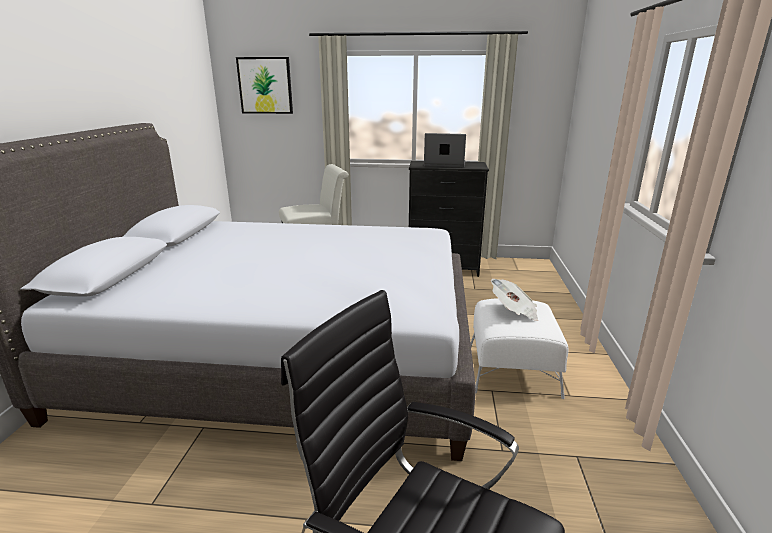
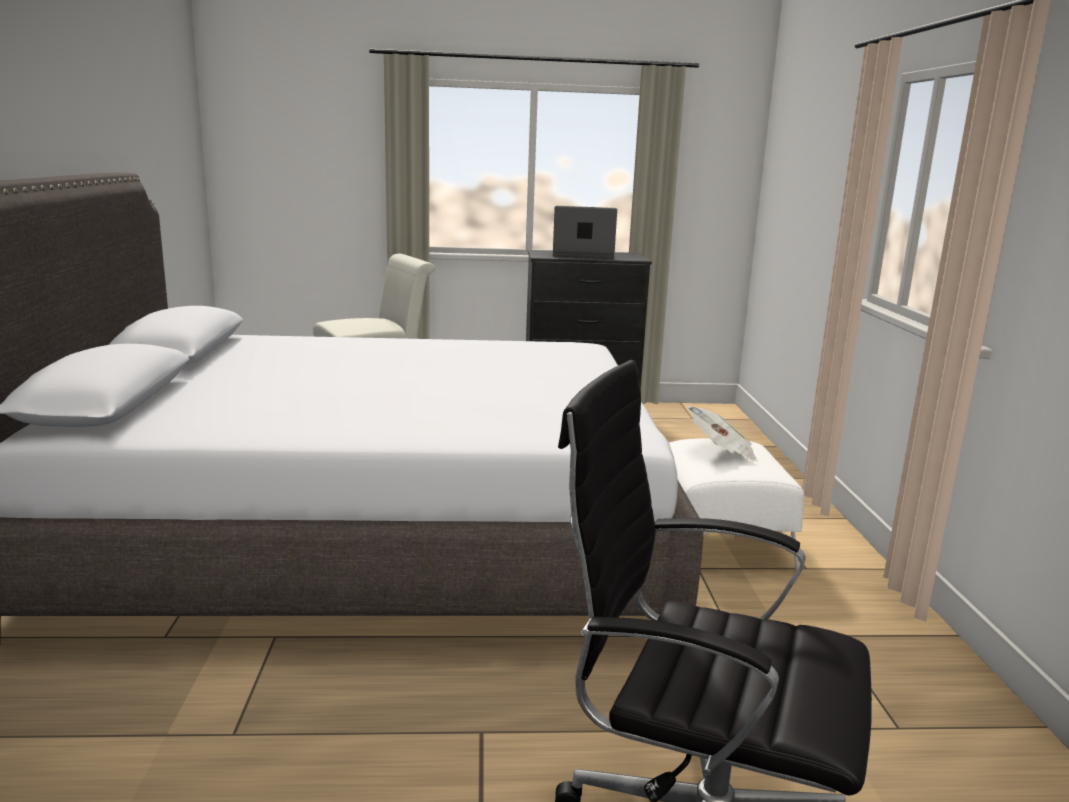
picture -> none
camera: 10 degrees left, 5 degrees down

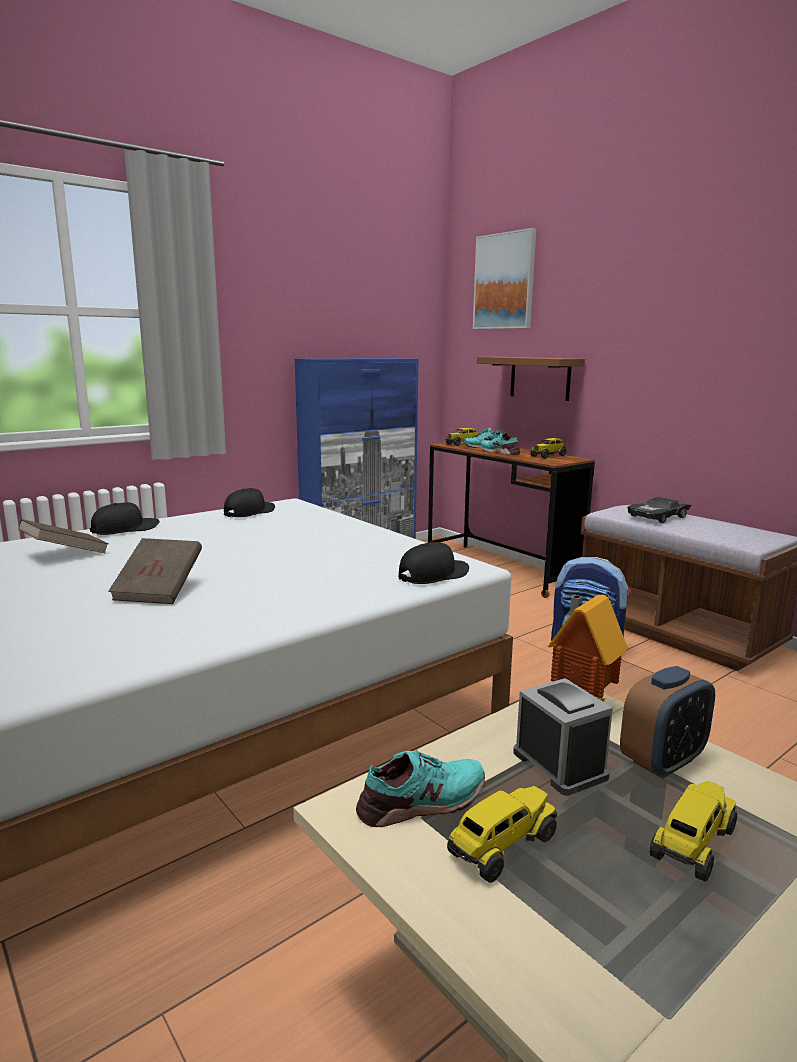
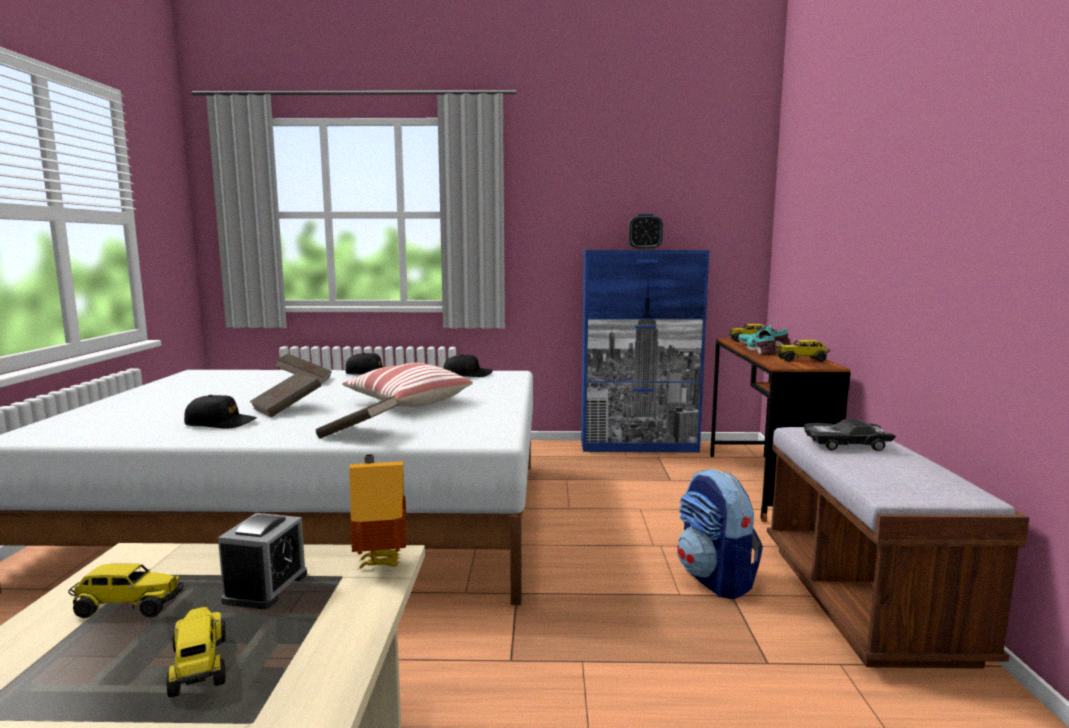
picture -> none
brown-coloured bracket shelf -> none
blackish cap (3rd from left in the first image) -> blackish cap (1st from left), moved
bedside clock (2nd from left), moved
turquoise low shoe (1st from left) -> none
toy truck (4th from left in the first image) -> toy truck (2nd from left), 105 degrees counterclockwise
none -> pillow
none -> brown-coloured bound book (3rd from left)
camera: 40 degrees right, 5 degrees down

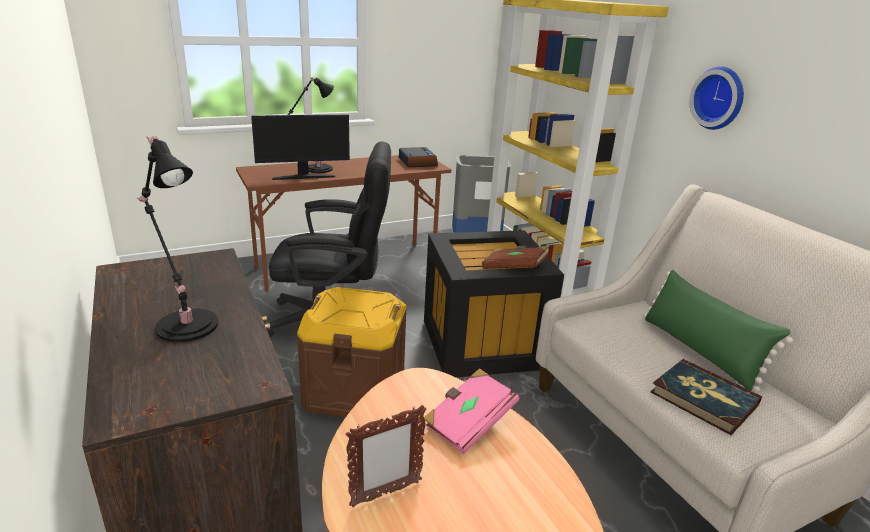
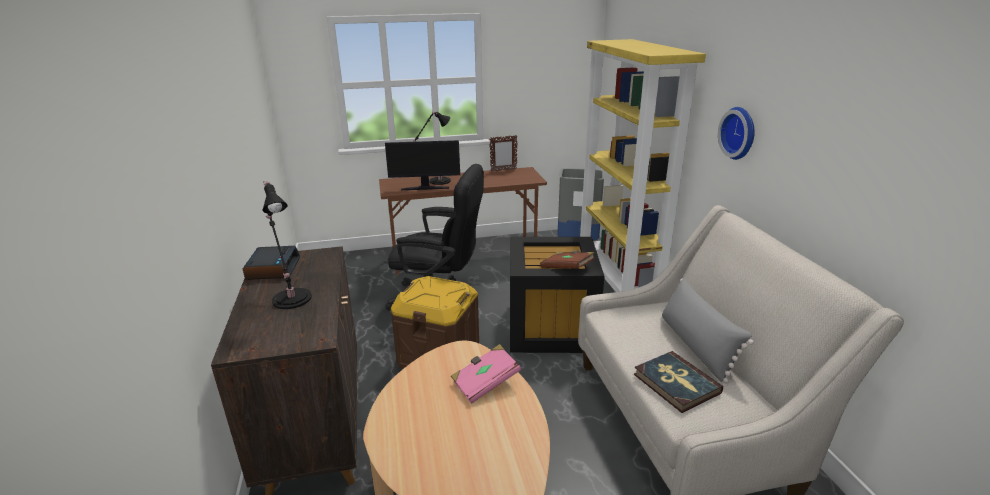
bedside clock, moved
greenish pillow -> grey pillow
standing frame, moved
camera: 15 degrees right, 0 degrees up

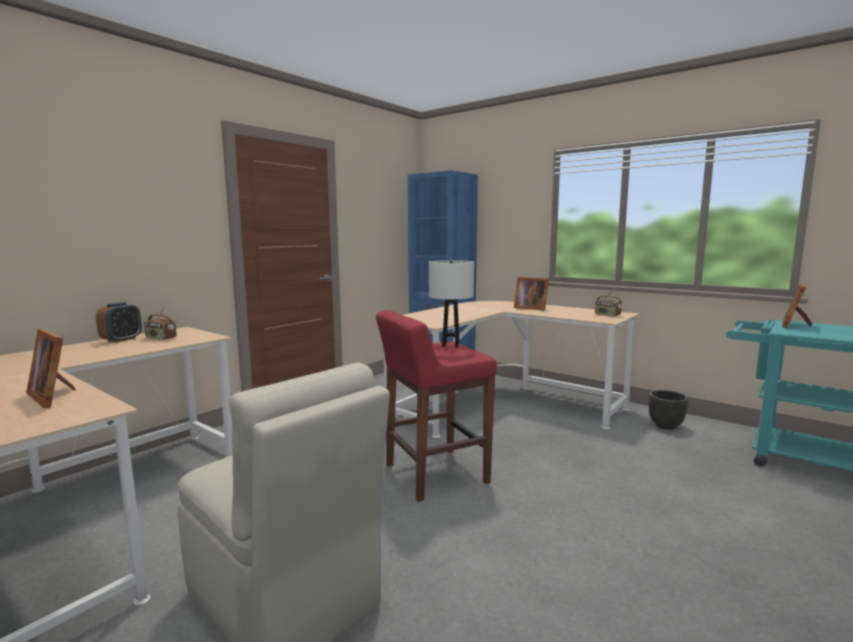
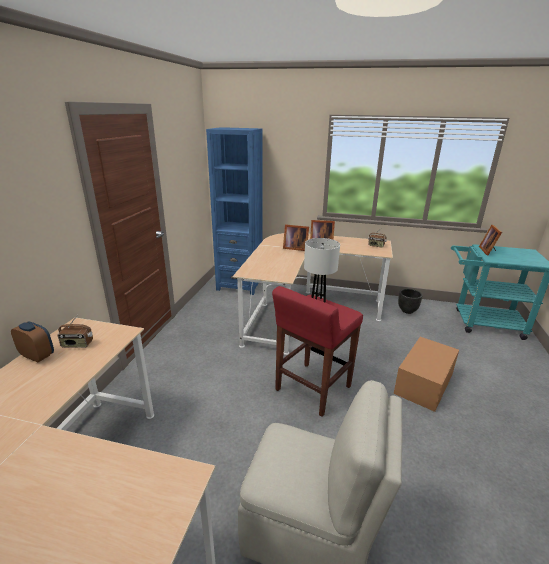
bedside clock, 60 degrees counterclockwise
standing frame (1st from left), moved
none -> carton
camera: 25 degrees left, 15 degrees up

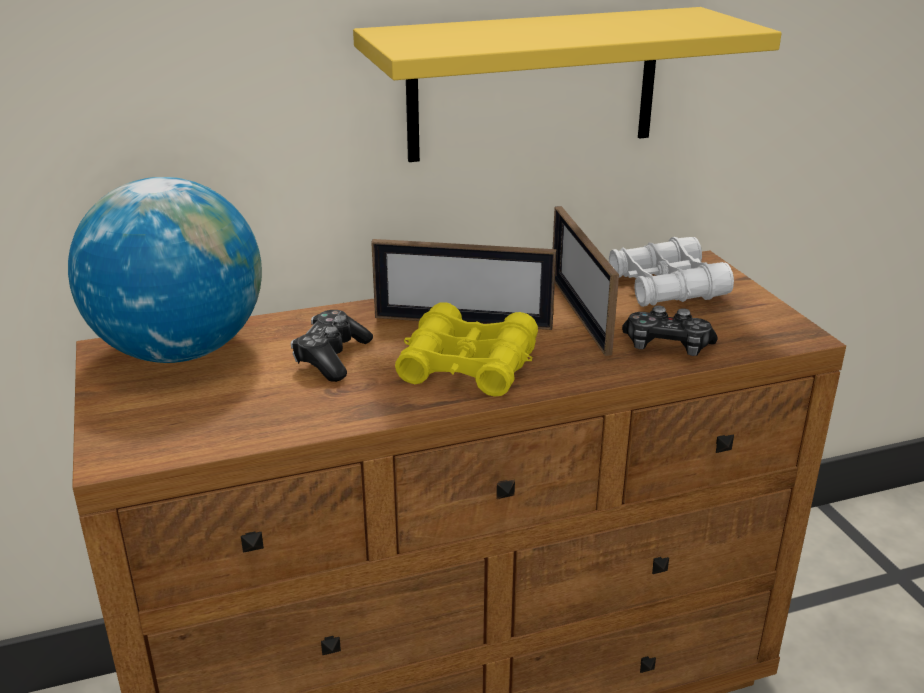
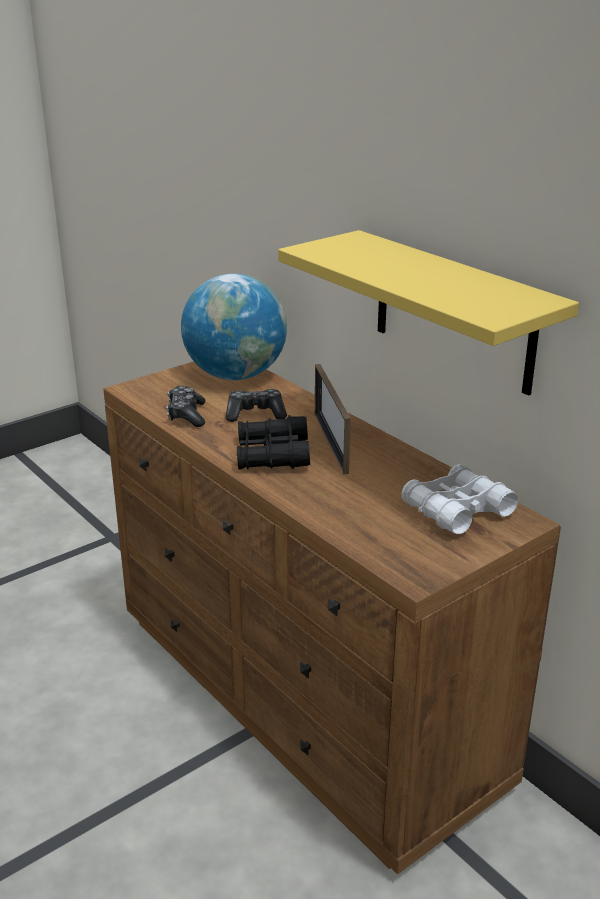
standing frame (2nd from left) -> none
yellow-coloured pair of binoculars -> blackish pair of binoculars
game controller (2nd from left in the first image) -> game controller (1st from left), moved
camera: 70 degrees right, 0 degrees up

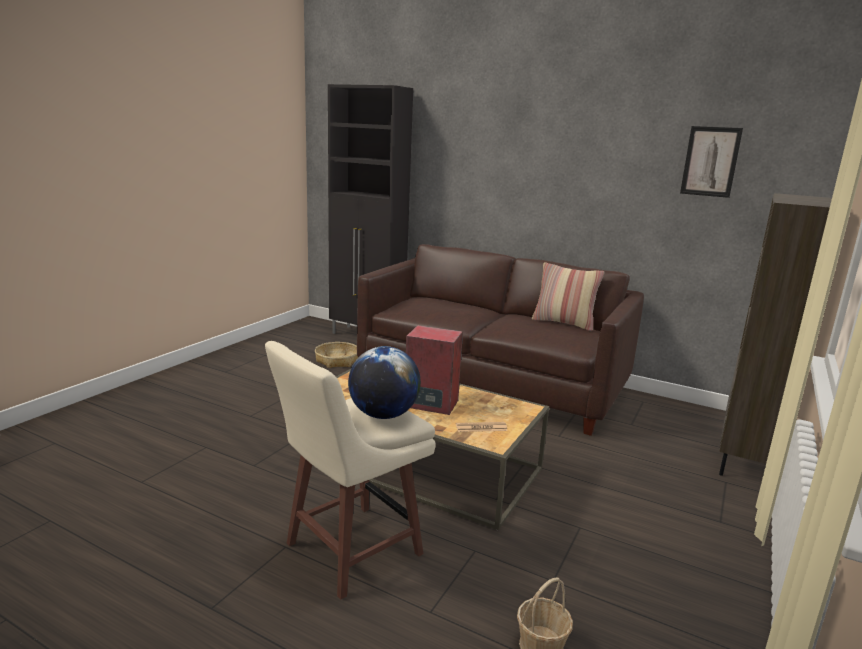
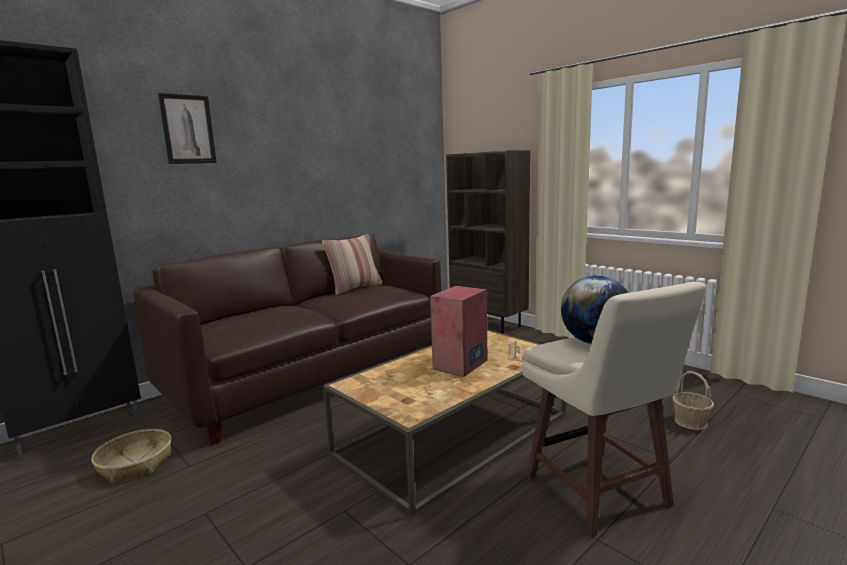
picture, moved
camera: 70 degrees left, 5 degrees down

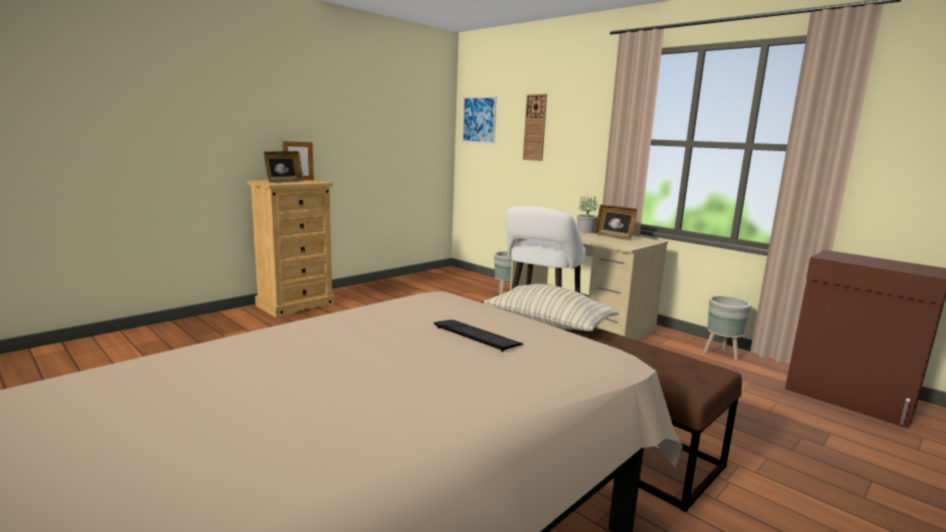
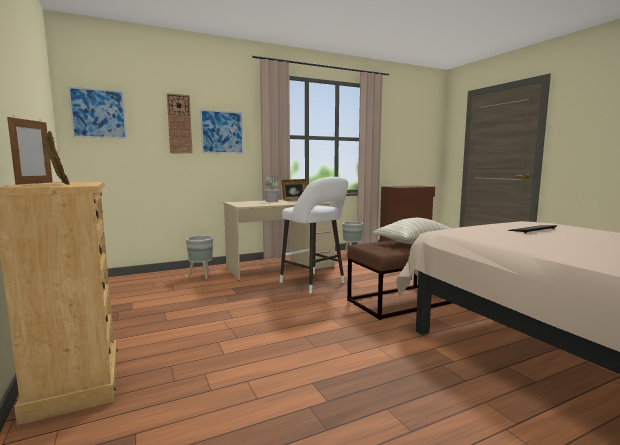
none -> picture (2nd from left)
camera: 70 degrees left, 5 degrees down

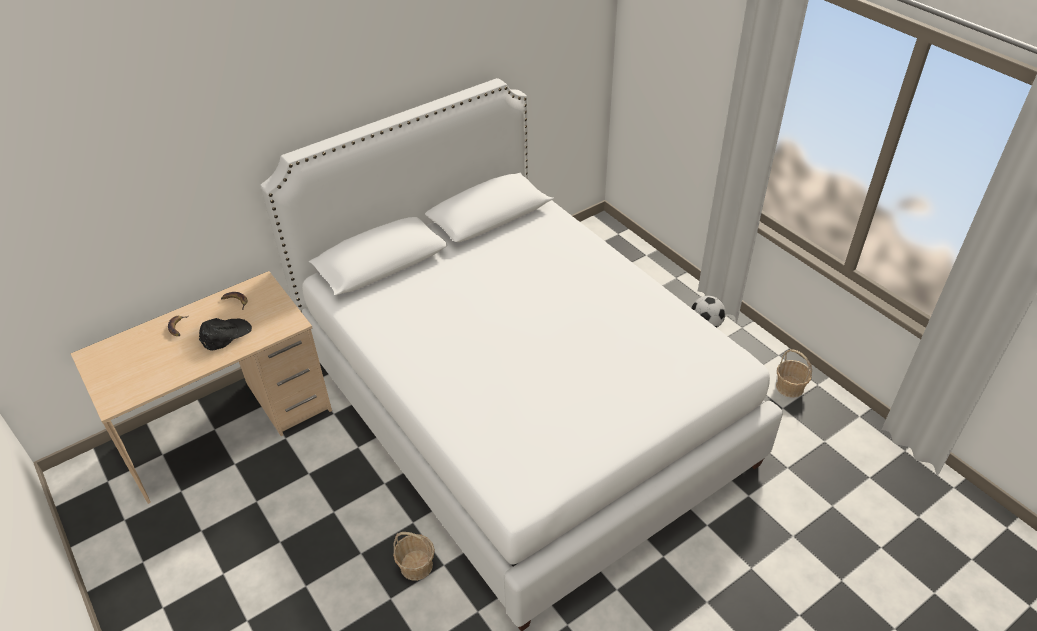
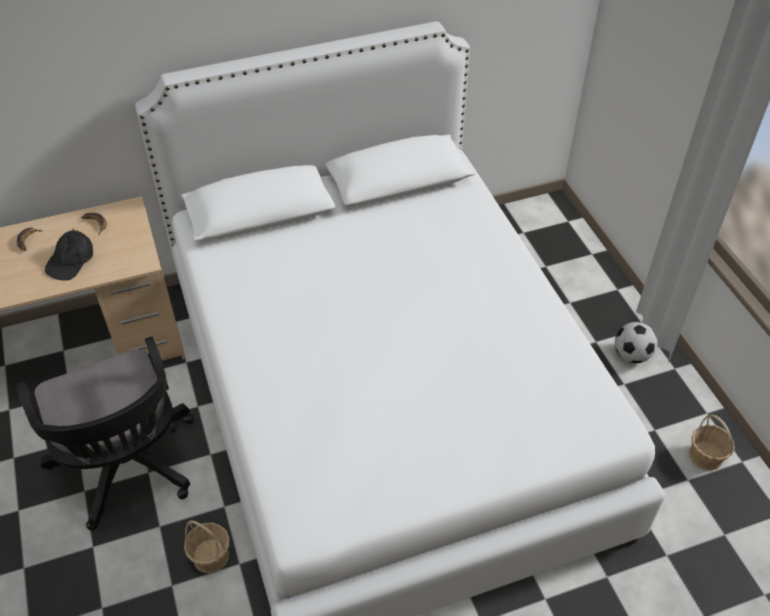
blackish cap, 135 degrees clockwise
none -> blackish office chair
camera: 15 degrees right, 5 degrees up

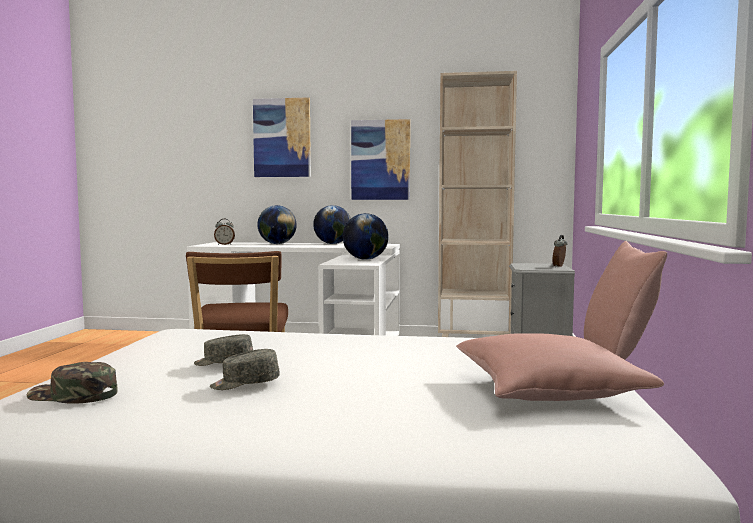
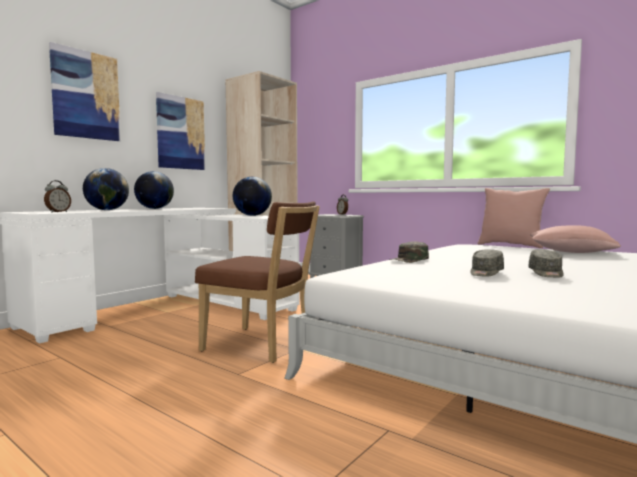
greenish cap, moved
camera: 60 degrees left, 0 degrees up

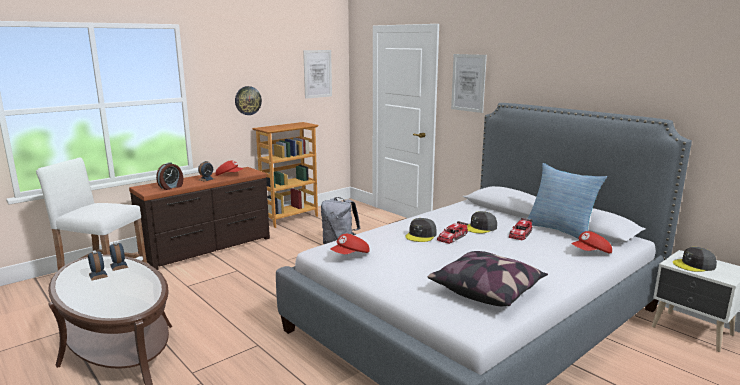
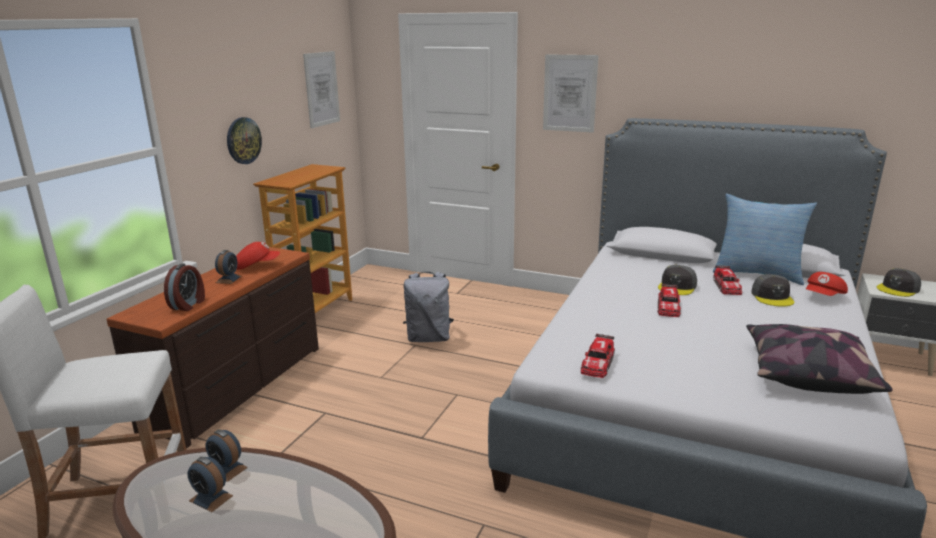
grey cap (1st from left in the first image) -> grey cap (2nd from left), moved
red-coloured cap (2nd from left) -> model car (1st from left)
camera: 25 degrees left, 5 degrees up

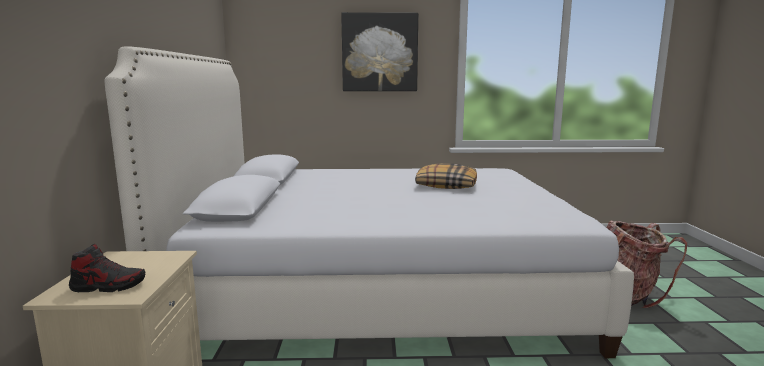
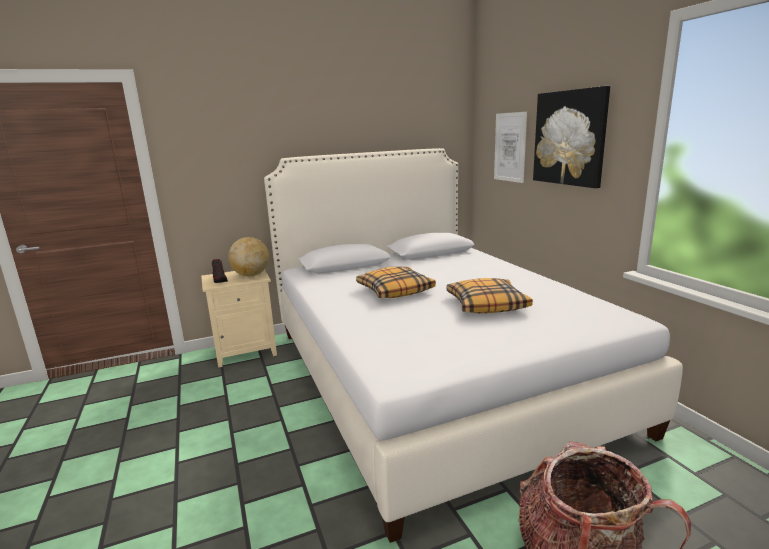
none -> picture (1st from left)
none -> globe
none -> pillow (1st from left)
camera: 70 degrees right, 5 degrees up

